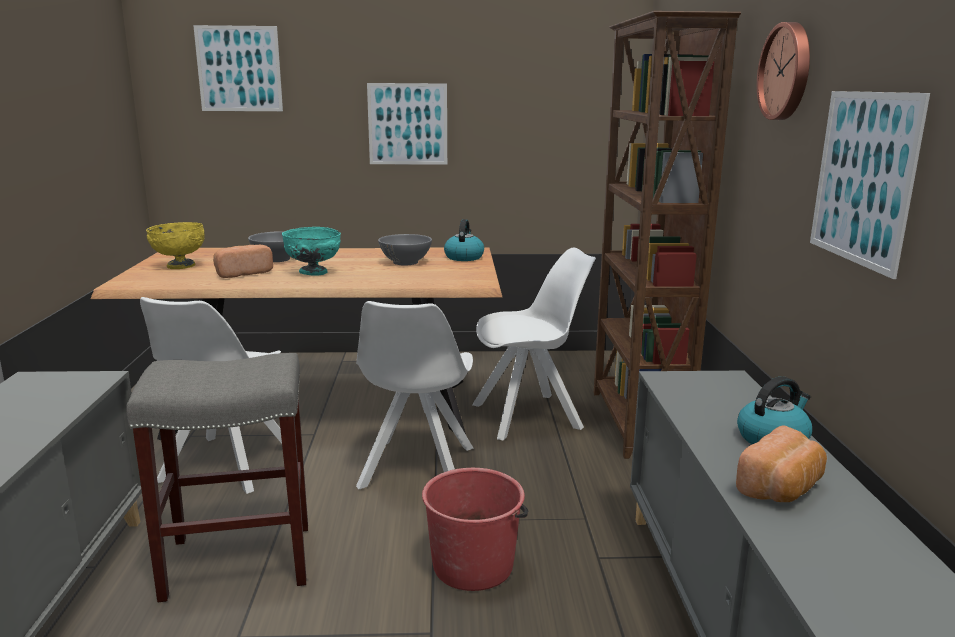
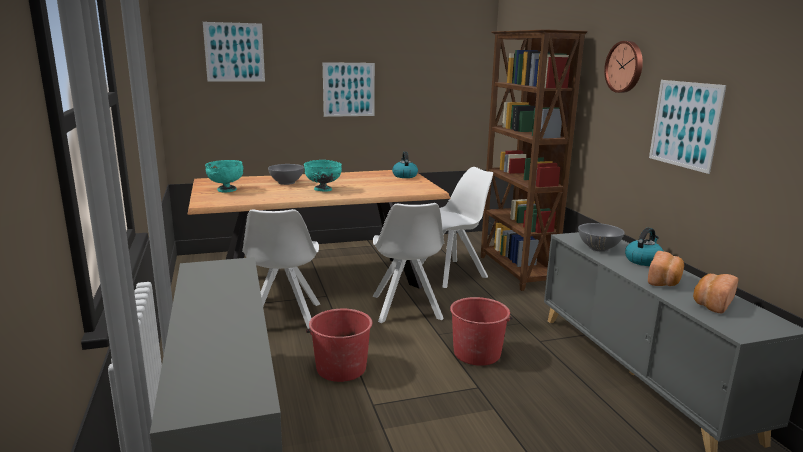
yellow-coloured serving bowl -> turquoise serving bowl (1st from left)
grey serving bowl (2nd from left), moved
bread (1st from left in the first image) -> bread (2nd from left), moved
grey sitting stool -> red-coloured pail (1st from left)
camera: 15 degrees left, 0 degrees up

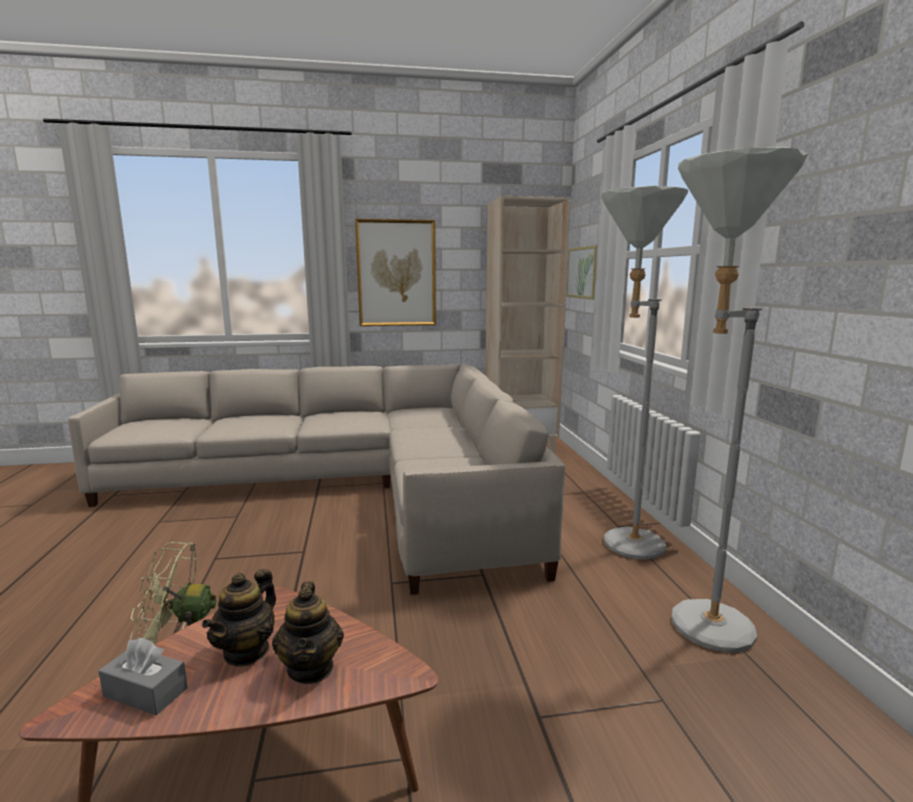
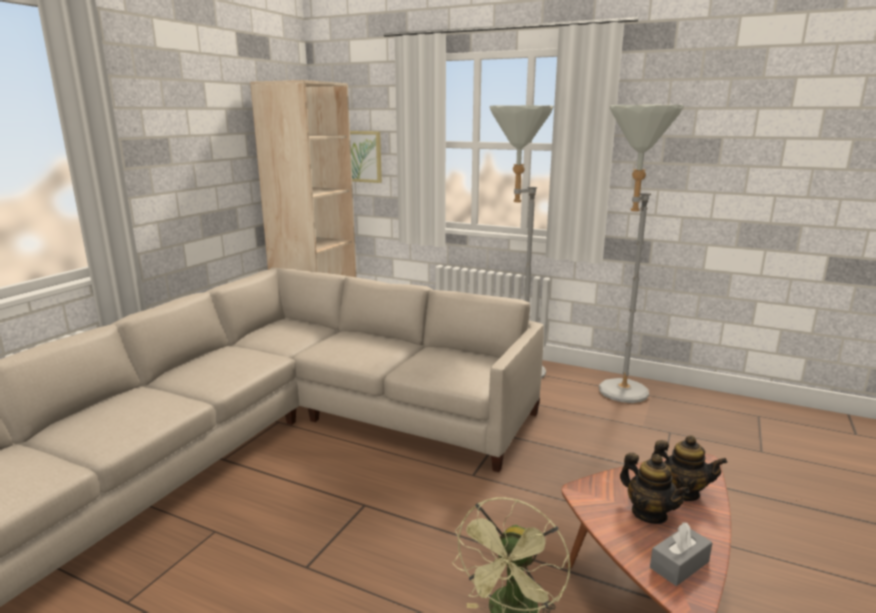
picture (1st from left) -> none
camera: 55 degrees left, 5 degrees up

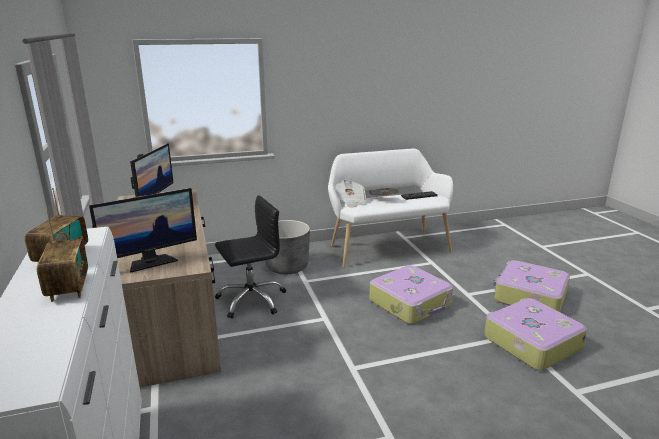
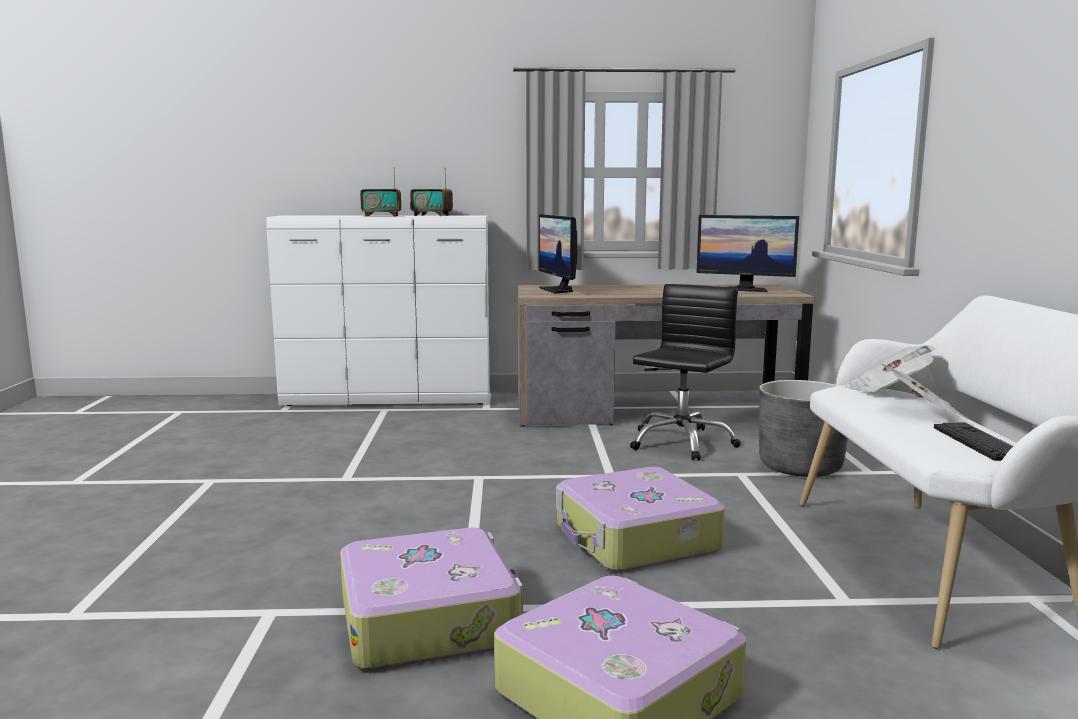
blackish office chair, 135 degrees counterclockwise
camera: 105 degrees right, 10 degrees down

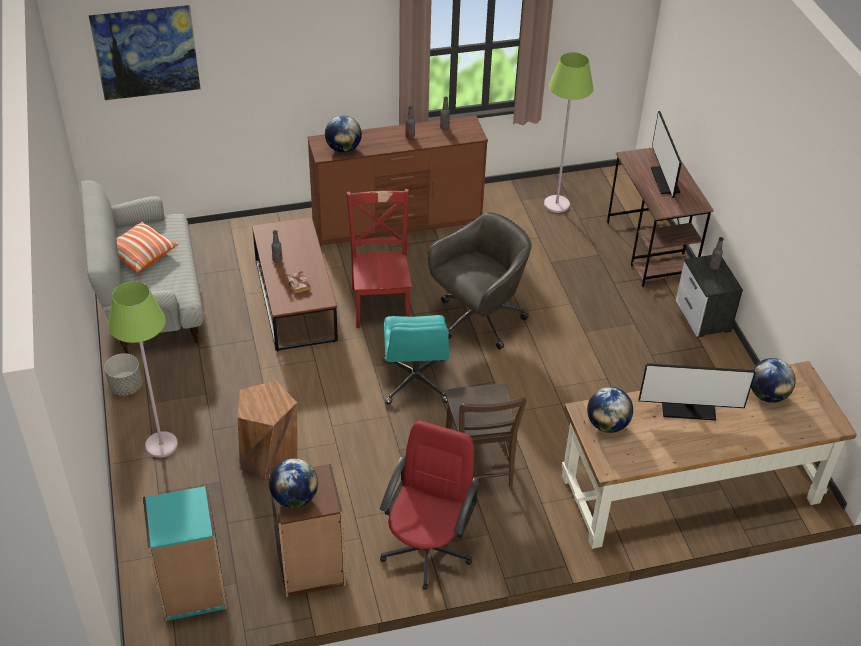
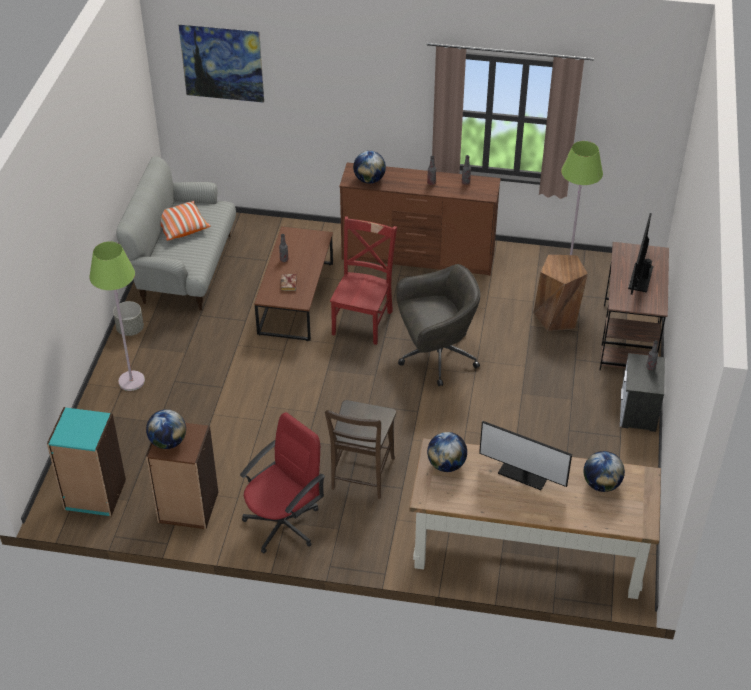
turquoise office chair -> none
brown-coloured sitting stool, moved
camera: 25 degrees right, 0 degrees up

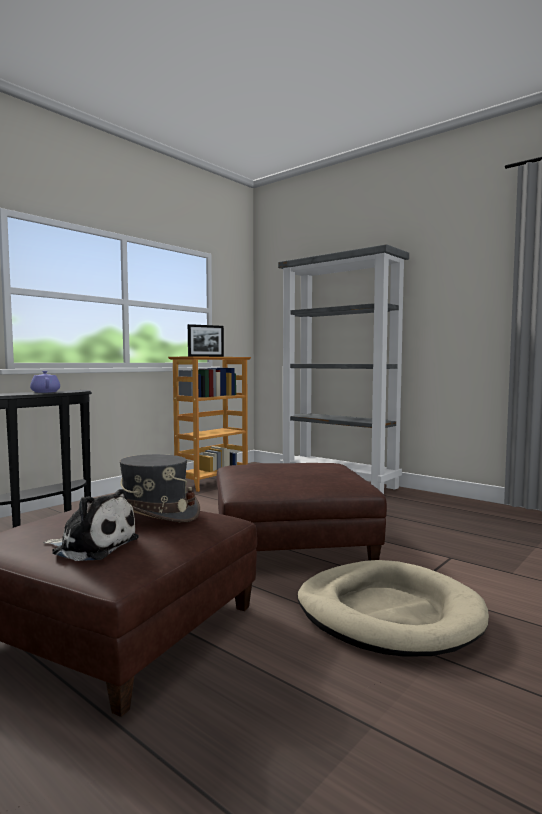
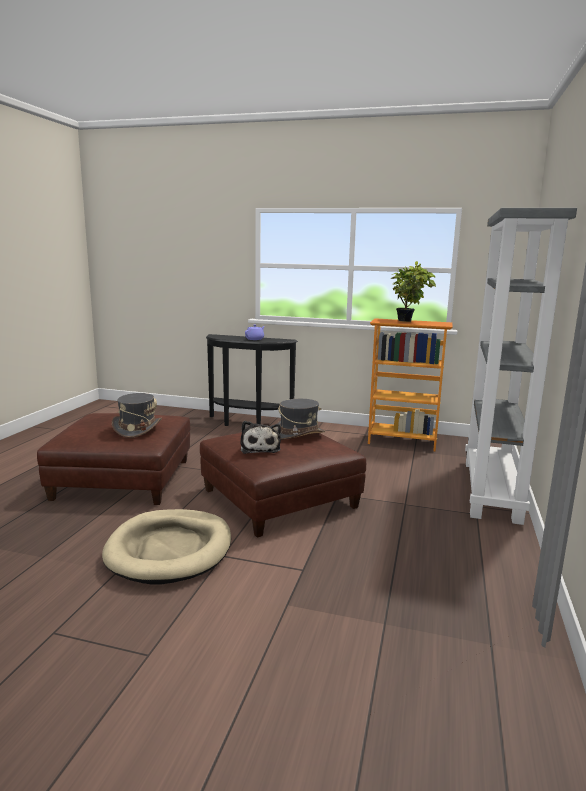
standing frame -> plant in a pot
soft toy, moved
none -> grey clothing hat (2nd from left)
camera: 65 degrees right, 10 degrees up

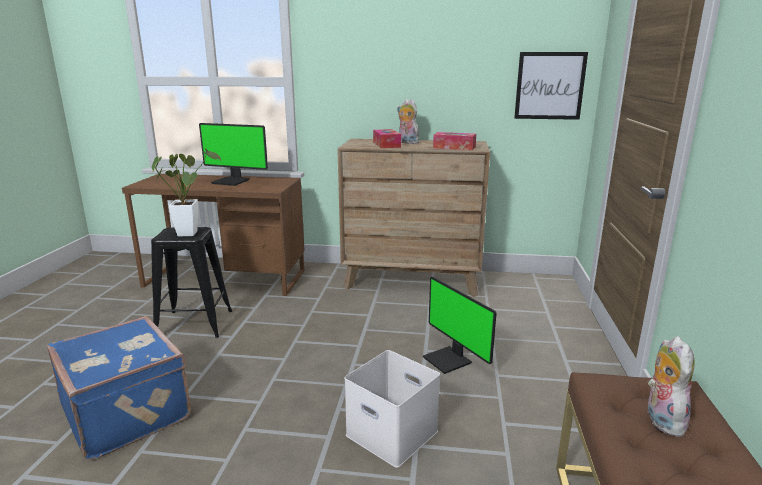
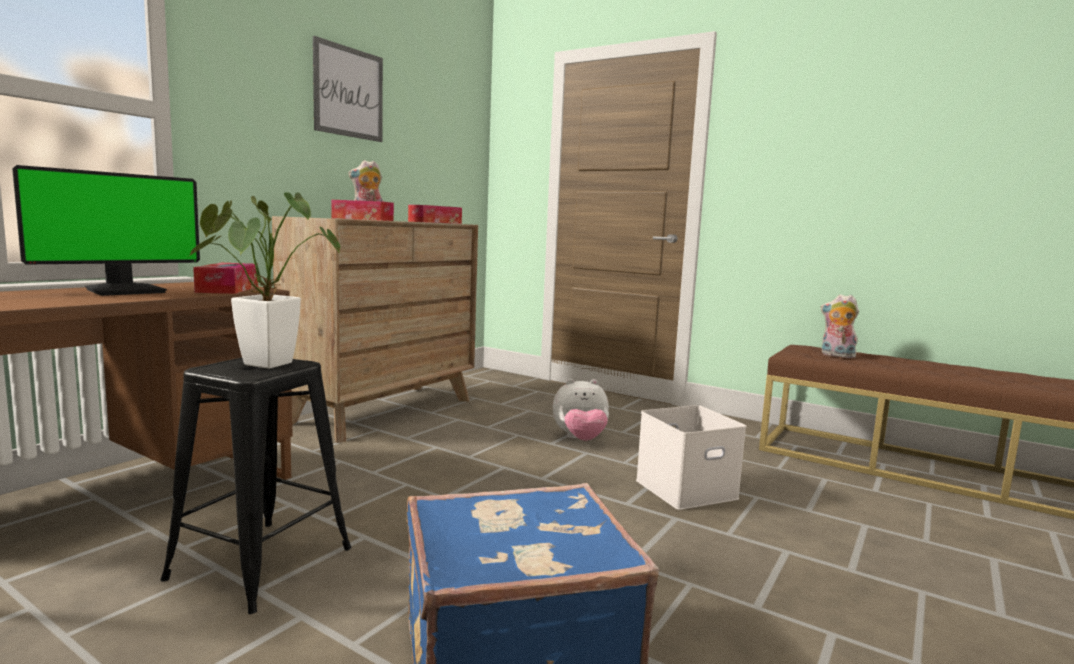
picture, moved
computer screen (2nd from left) -> soft toy (2nd from left)
none -> tissue box (1st from left)
camera: 65 degrees left, 10 degrees down

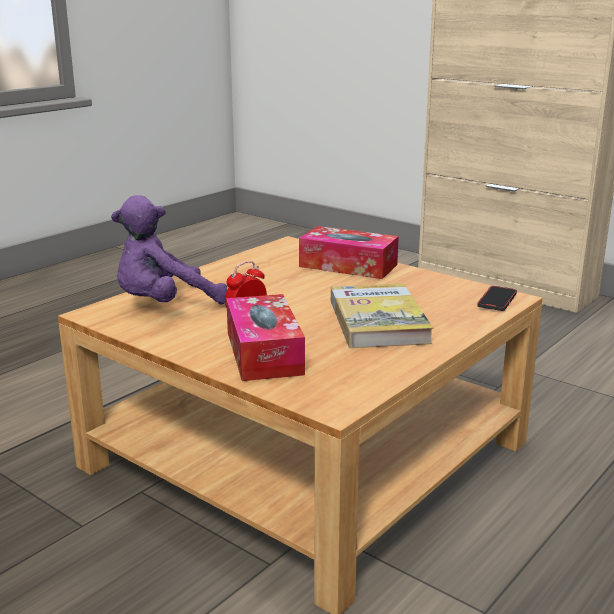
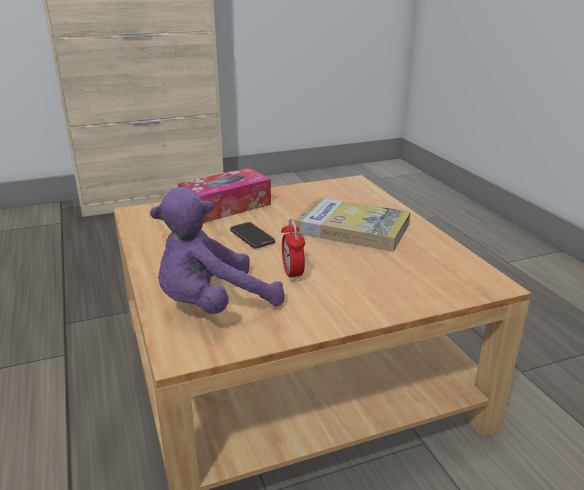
purple soft toy, 60 degrees clockwise
handset, moved
tissue box (1st from left) -> none
camera: 60 degrees left, 5 degrees up

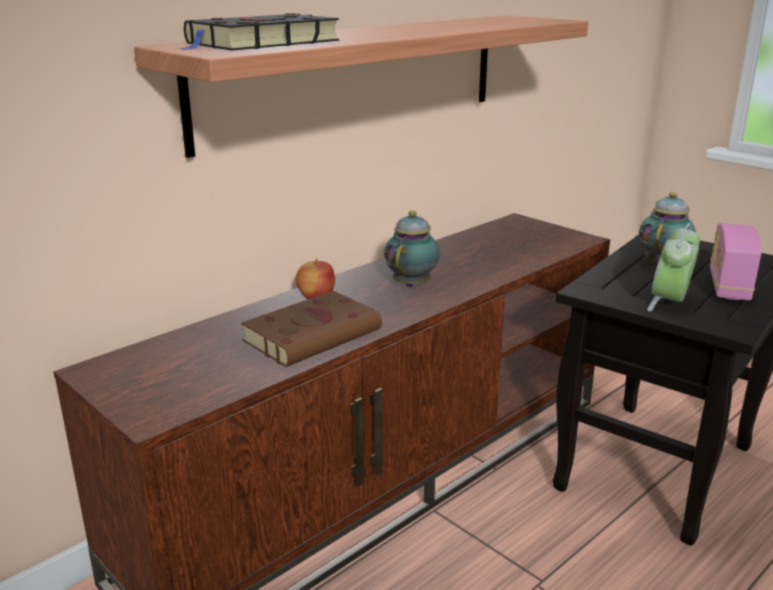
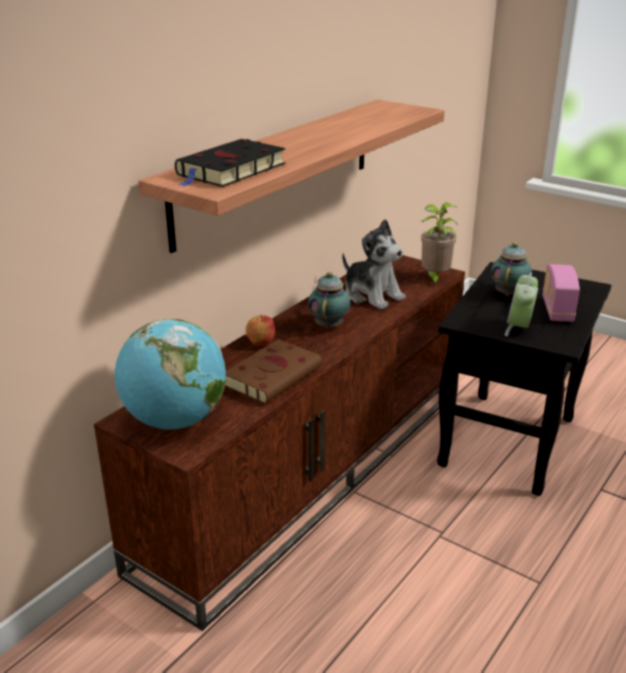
none -> plant in a pot
none -> soft toy
none -> globe
camera: 10 degrees left, 5 degrees up

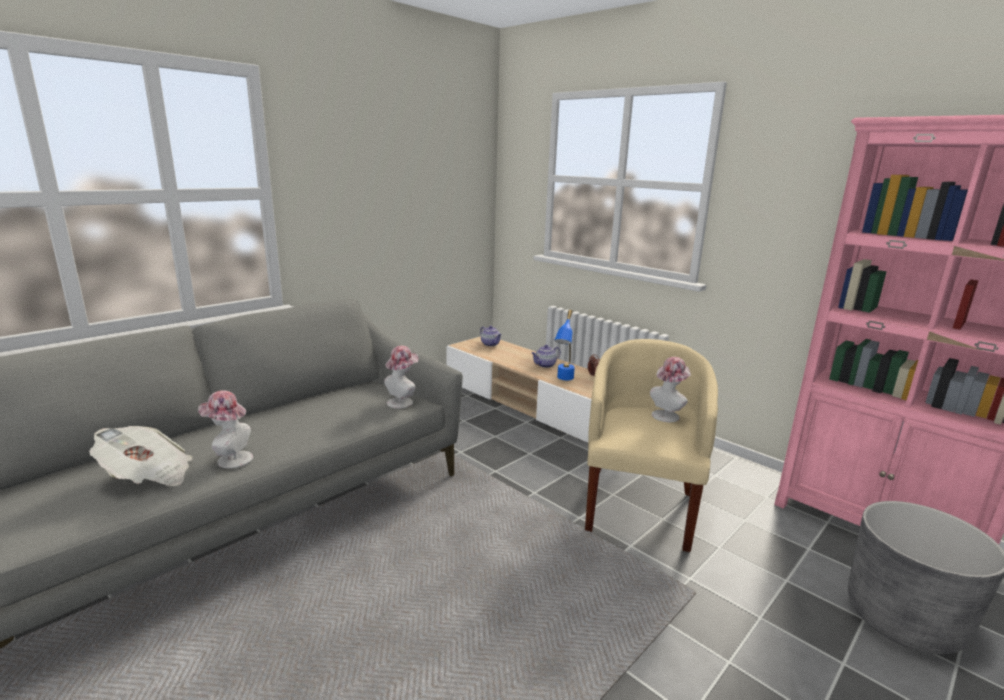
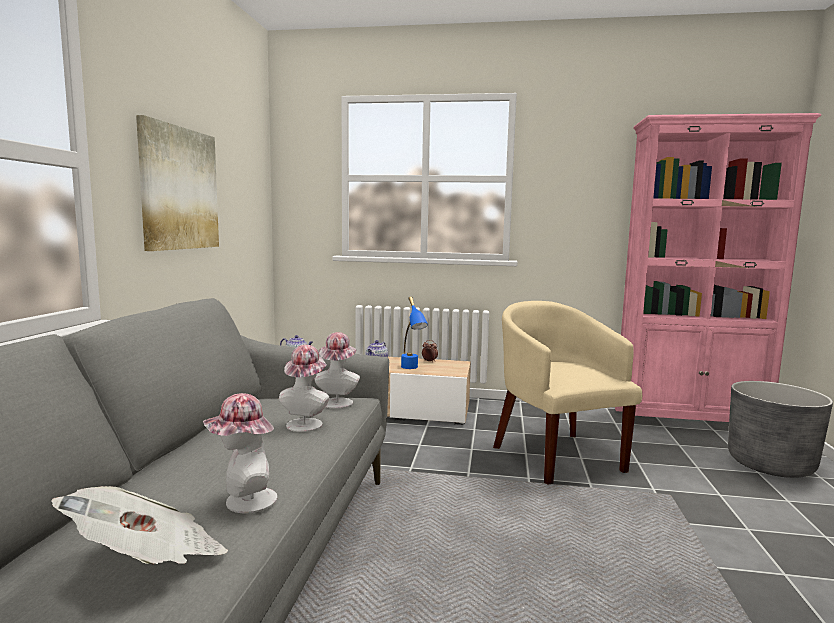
clothing hat (3rd from left in the first image) -> clothing hat (2nd from left), moved
none -> picture
camera: 35 degrees left, 10 degrees down

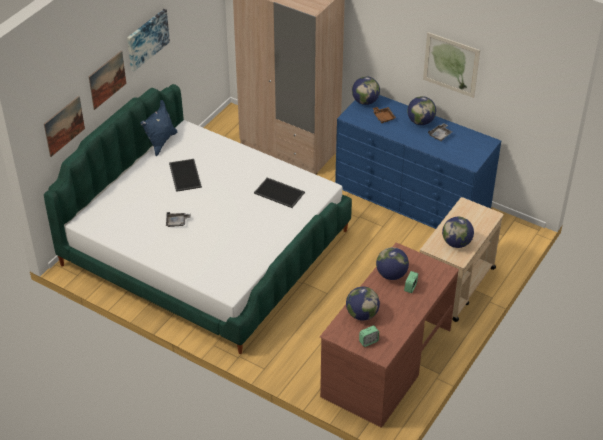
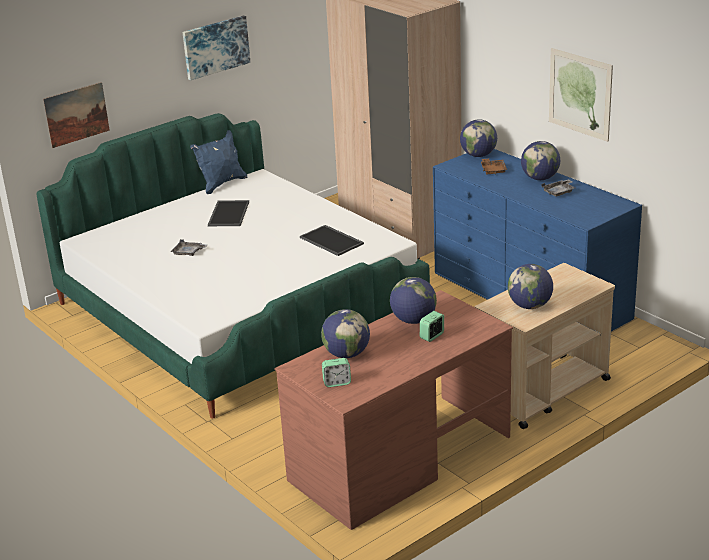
picture (2nd from left) -> none
camera: 20 degrees right, 15 degrees down

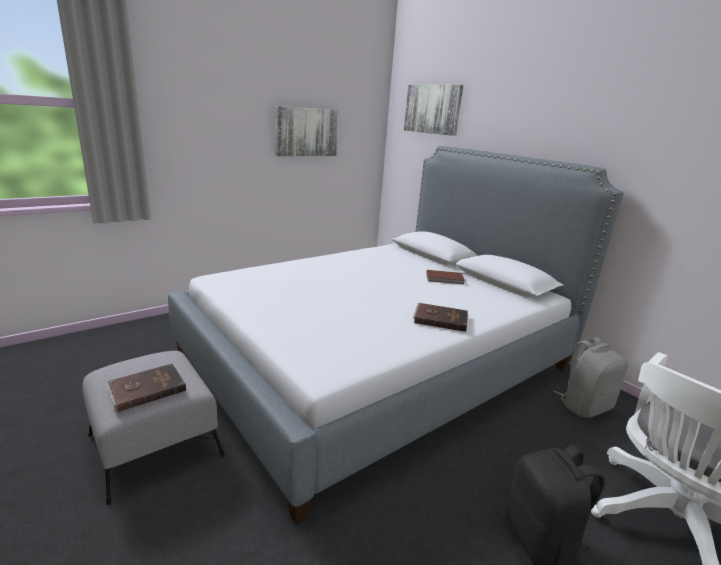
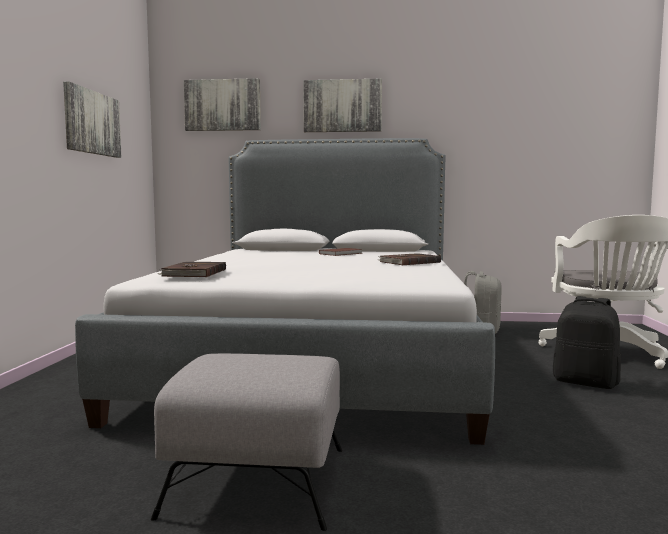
brown-coloured bound book (1st from left), moved
none -> picture (3rd from left)
camera: 45 degrees left, 15 degrees down

